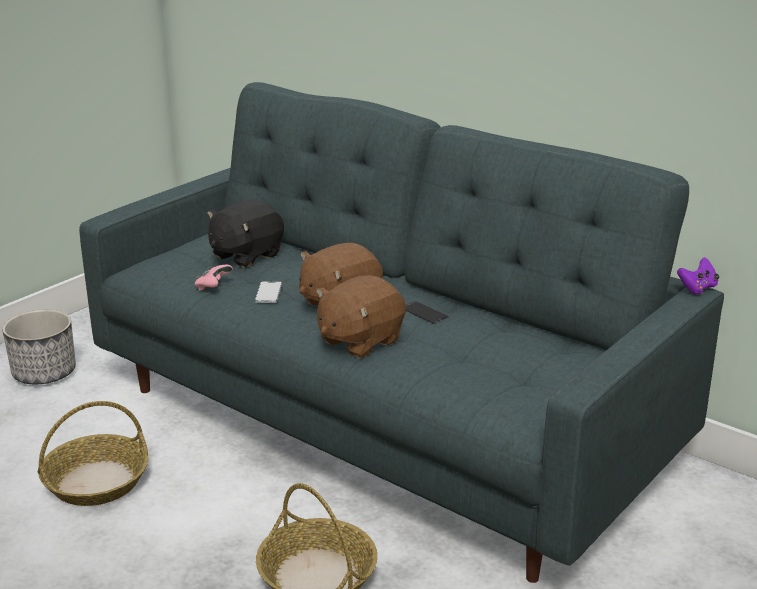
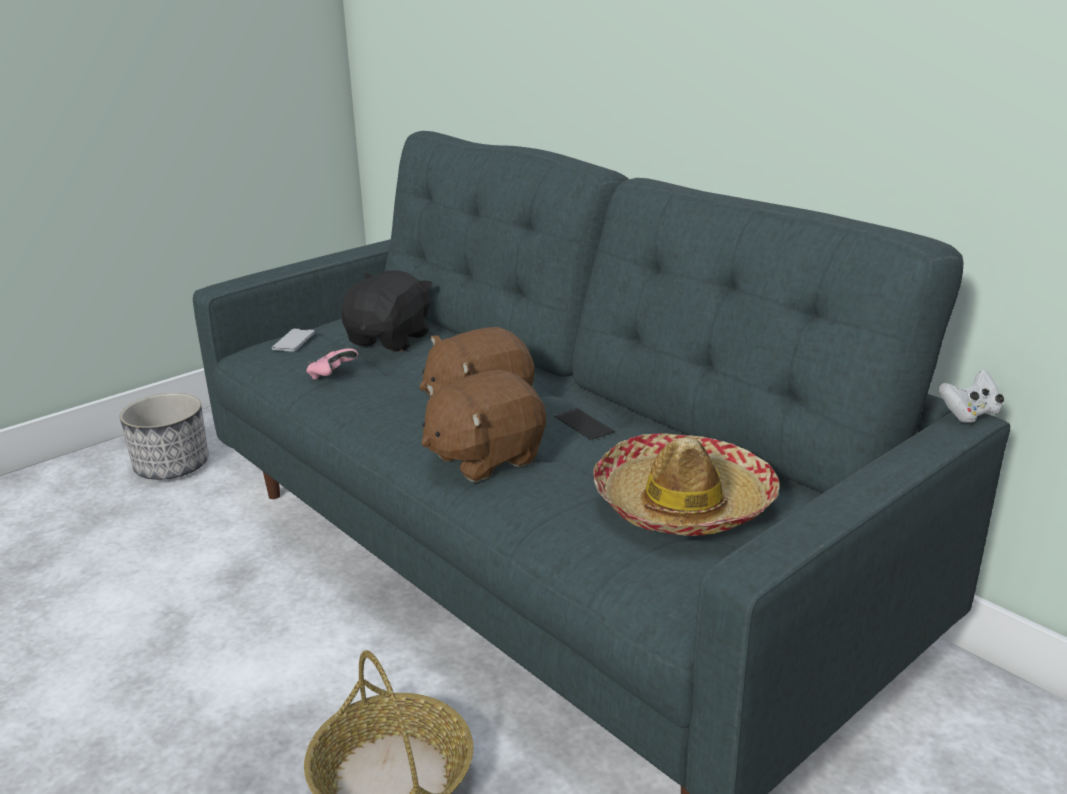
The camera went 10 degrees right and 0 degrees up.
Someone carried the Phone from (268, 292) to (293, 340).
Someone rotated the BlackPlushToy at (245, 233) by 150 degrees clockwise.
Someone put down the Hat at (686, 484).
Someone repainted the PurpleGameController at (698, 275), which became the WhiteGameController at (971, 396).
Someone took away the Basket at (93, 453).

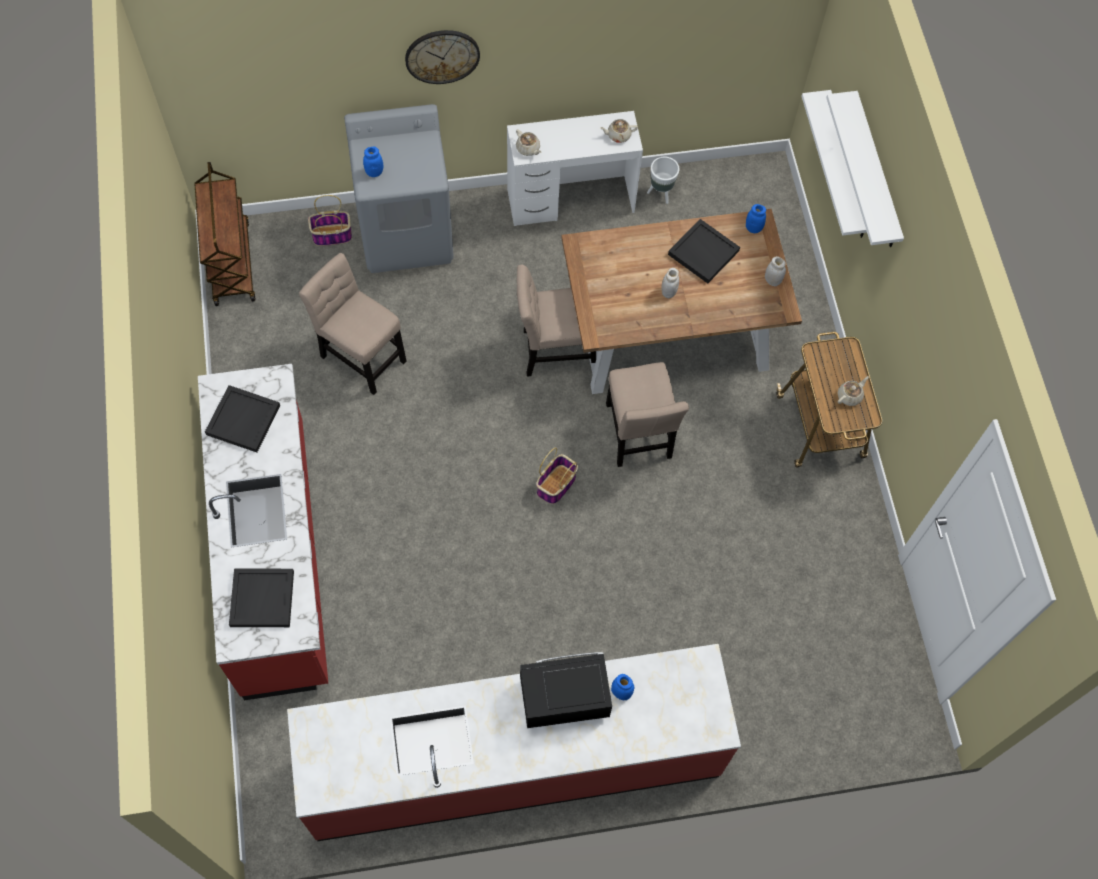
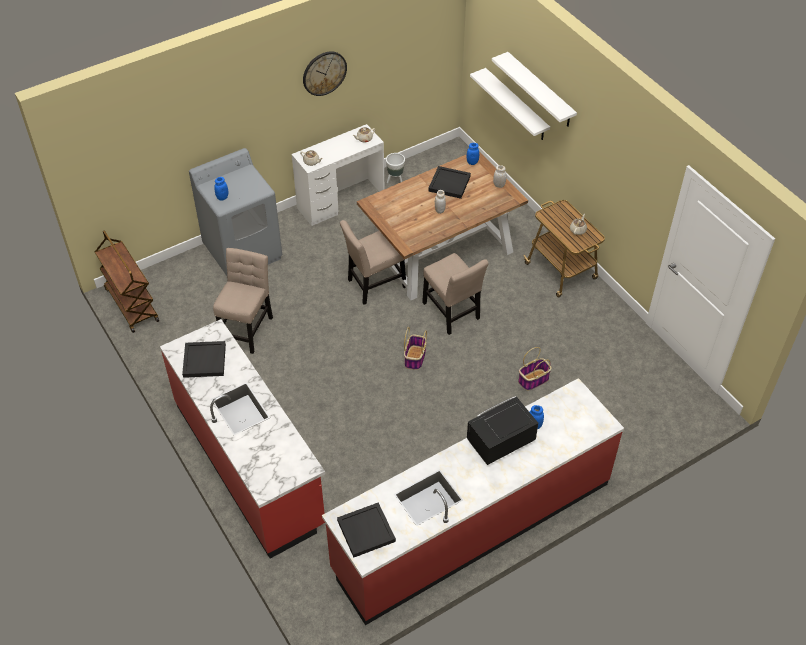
The camera went 20 degrees left and 15 degrees down.
Someone rotated the BeigeChair at (352, 324) by 90 degrees clockwise.
Someone carried the WallClock from (442, 57) to (325, 73).
Someone carried the BlackTray from (261, 597) to (366, 530).
Someone carried the Basket from (330, 220) to (535, 368).

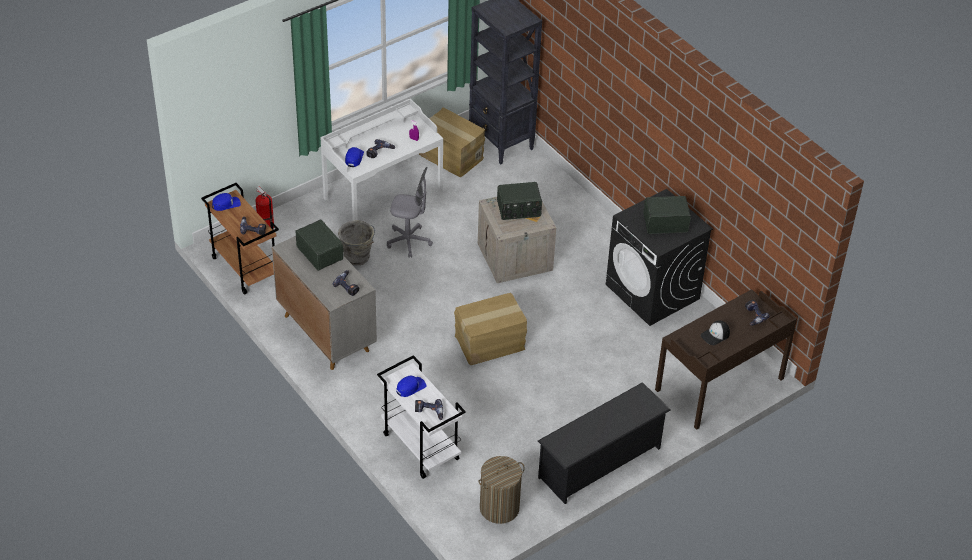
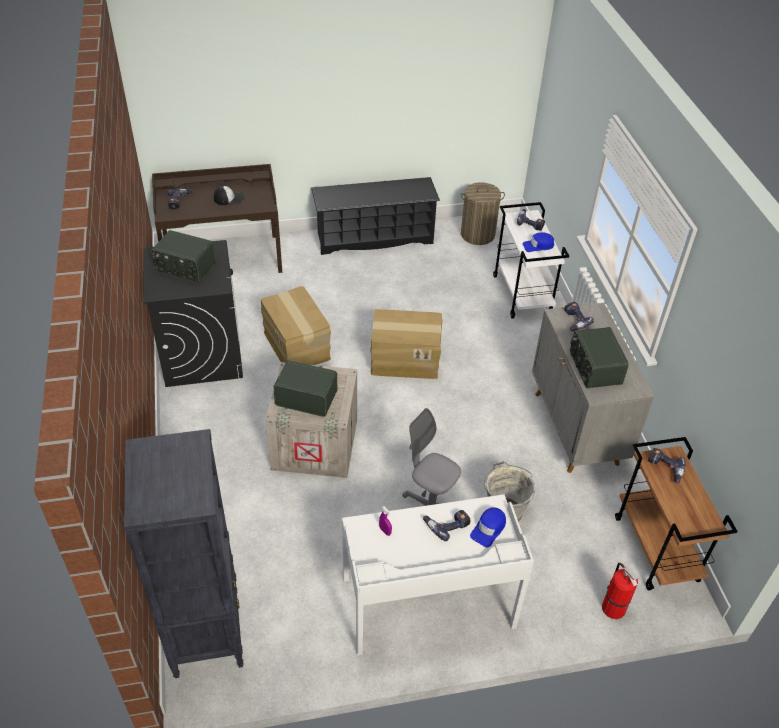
The camera went 155 degrees left and 0 degrees up.
Someone carried the CardboardBox from (452, 142) to (296, 325).
Someone took away the BlueCap at (226, 202).

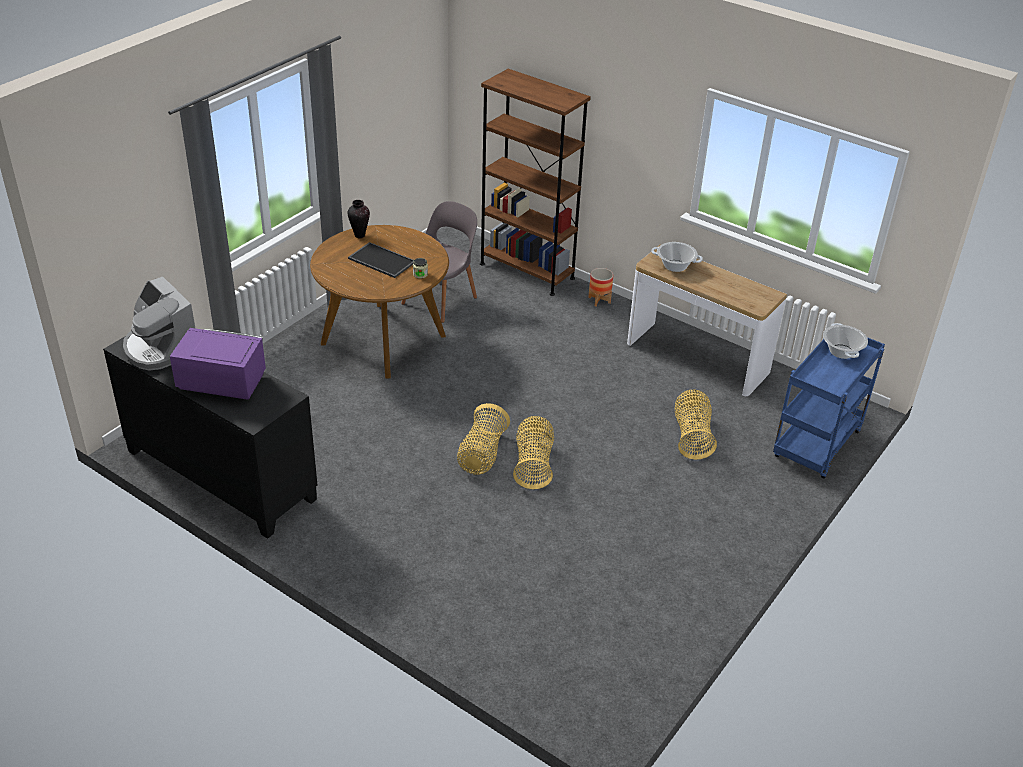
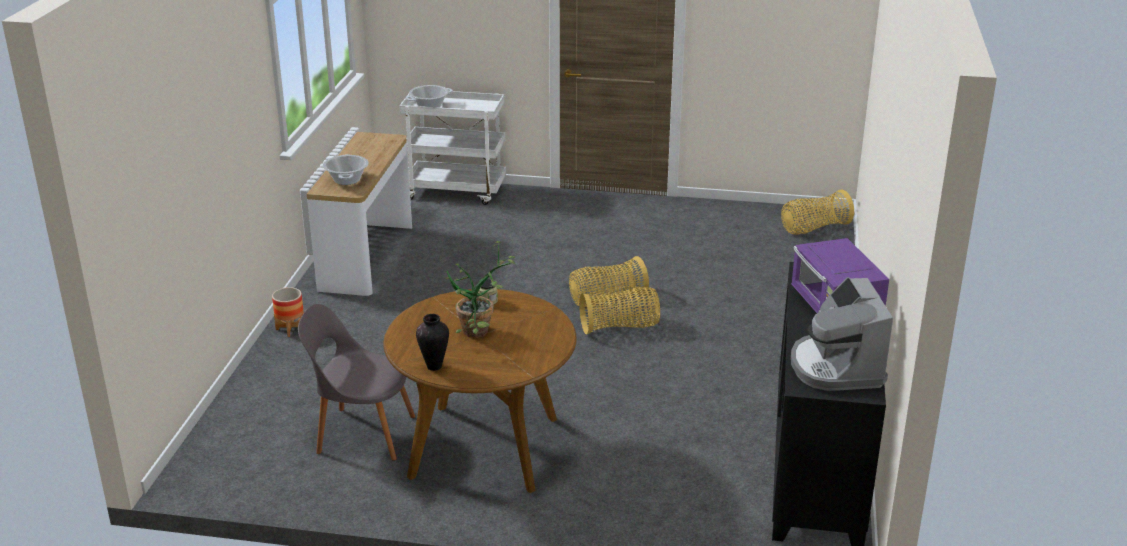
The camera went 115 degrees left and 10 degrees down.
Someone repainted the BlueCart at (829, 408), which became the WhiteCart at (452, 148).
Someone swapped the Tray at (381, 260) for the PottedPlant at (480, 289).
Someone carried the Basket from (696, 425) to (817, 212).
Someone rotated the CoffeeMachine at (159, 324) by 150 degrees clockwise.
Someone took away the BrownBookcase at (535, 182).

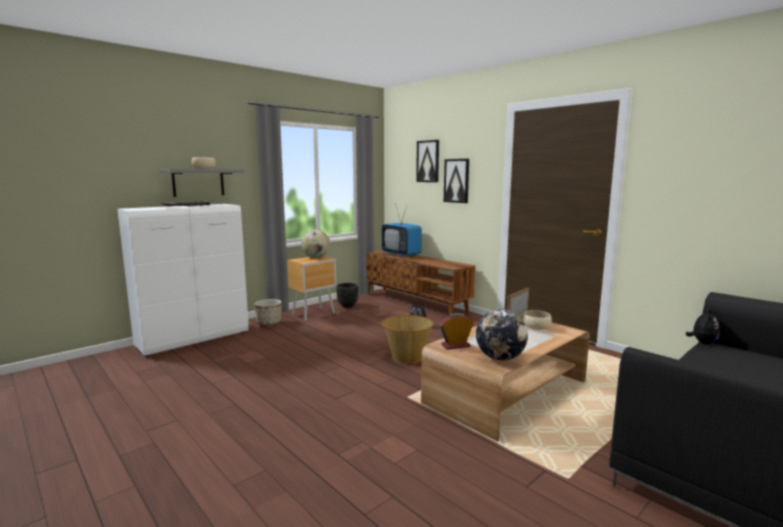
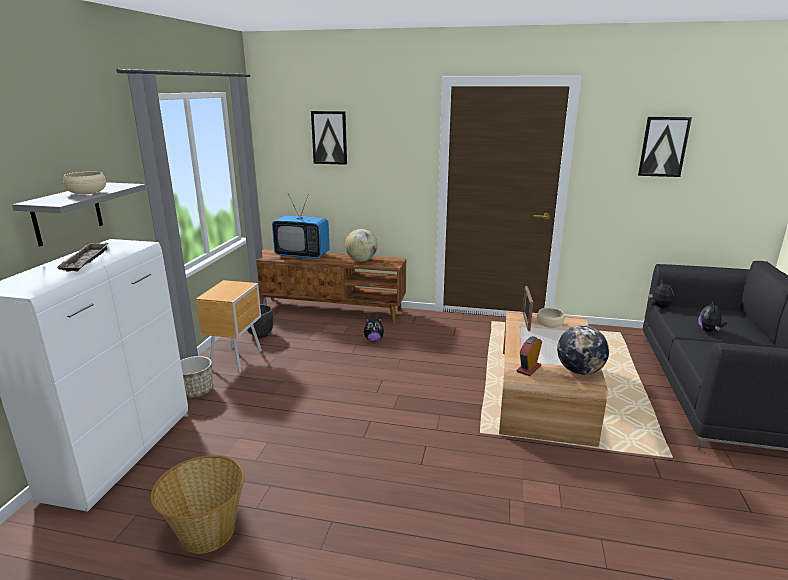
The camera went 35 degrees left and 10 degrees up.
Someone carried the Basket from (408, 339) to (197, 504).
Someone carried the Globe from (315, 244) to (361, 245).
Someone carried the Picture from (456, 181) to (665, 147).
Someone put down the PlushToy at (712, 316).

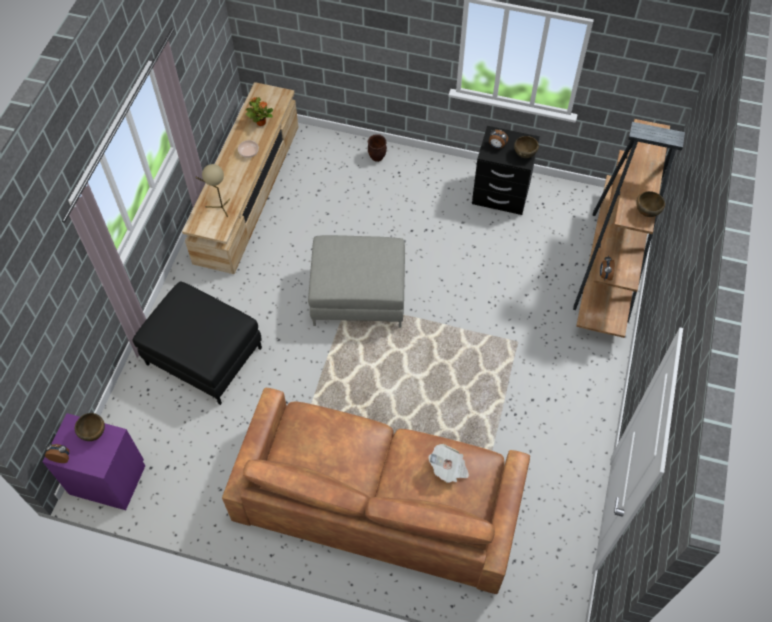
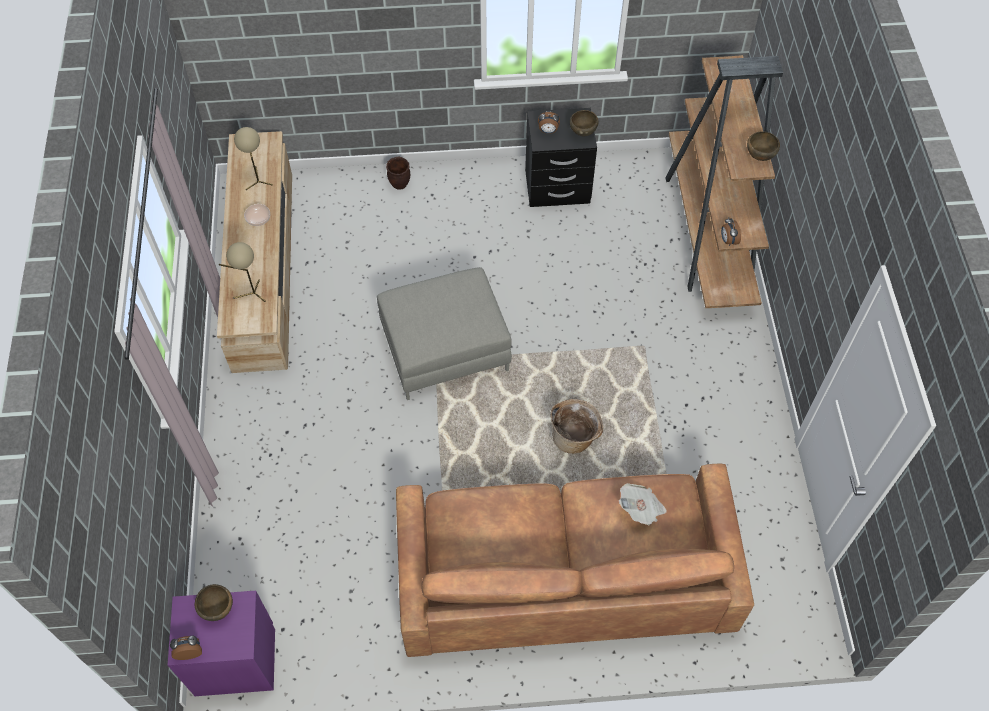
The camera went 20 degrees left and 0 degrees up.
Someone swapped the PottedPlant at (259, 111) for the BeigeTableLamp at (253, 158).
Someone put down the Basket at (576, 426).
Someone took away the BlackOttoman at (197, 343).

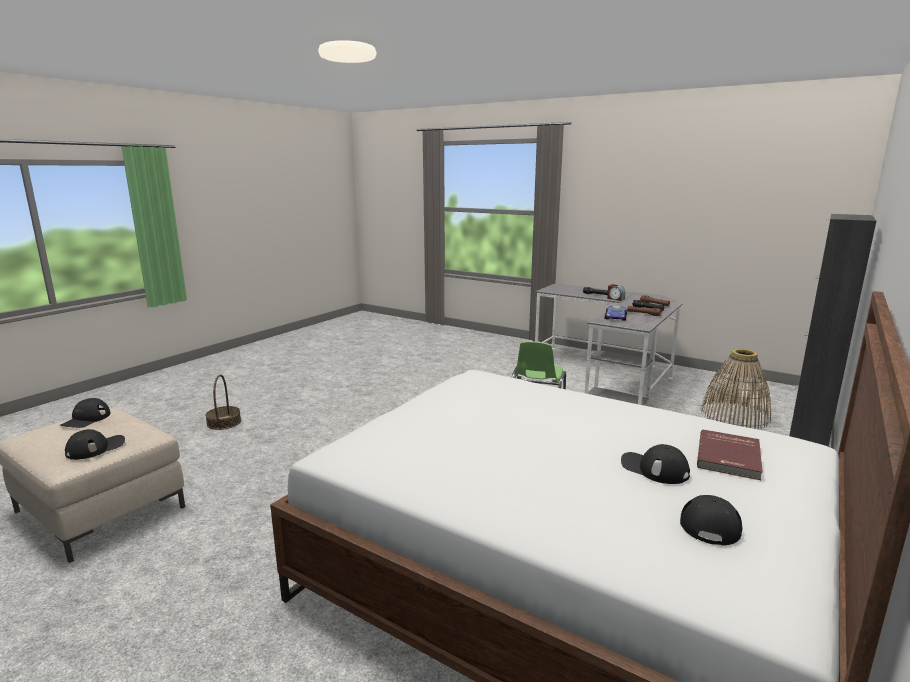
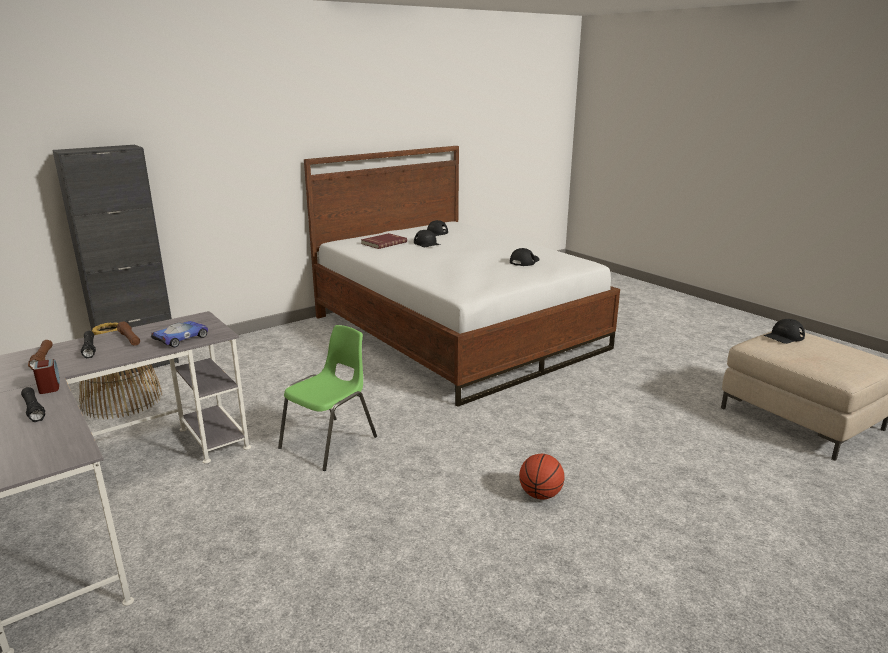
The camera went 160 degrees left and 5 degrees up.
Someone carried the BlackCap from (85, 413) to (525, 257).
Someone put down the Basketball at (542, 477).
Someone took away the Basket at (223, 402).

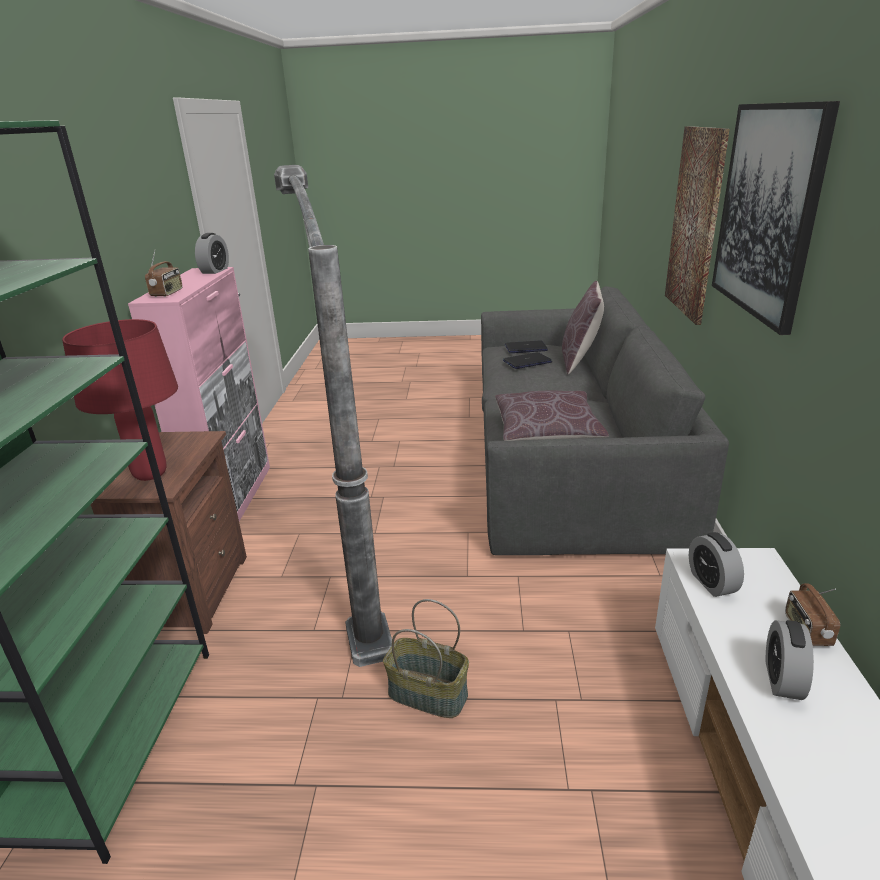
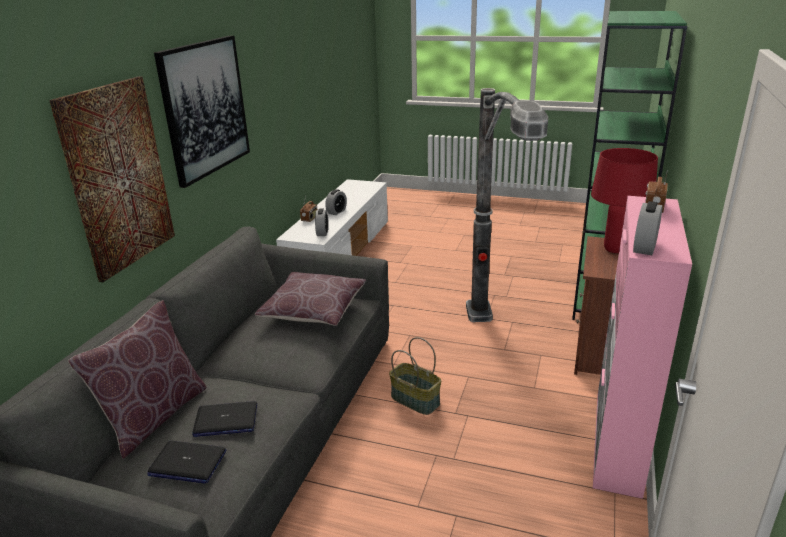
The camera went 165 degrees left and 0 degrees up.
Someone carried the Basket from (426, 658) to (415, 376).

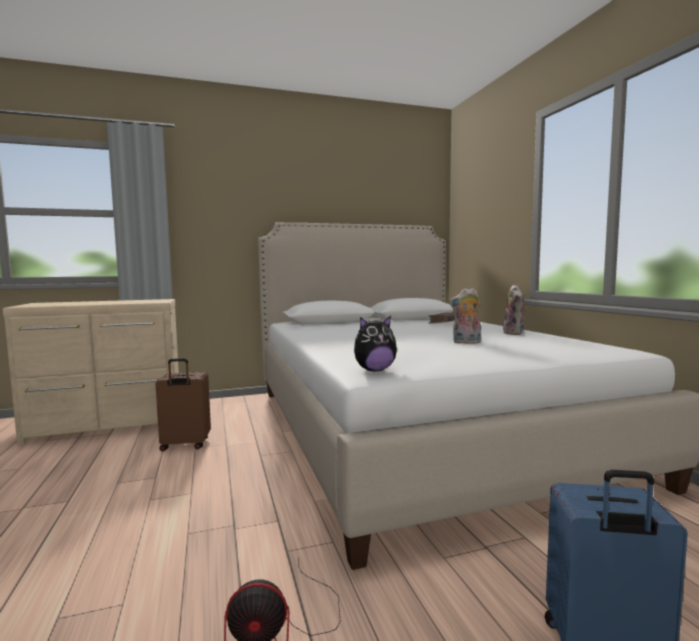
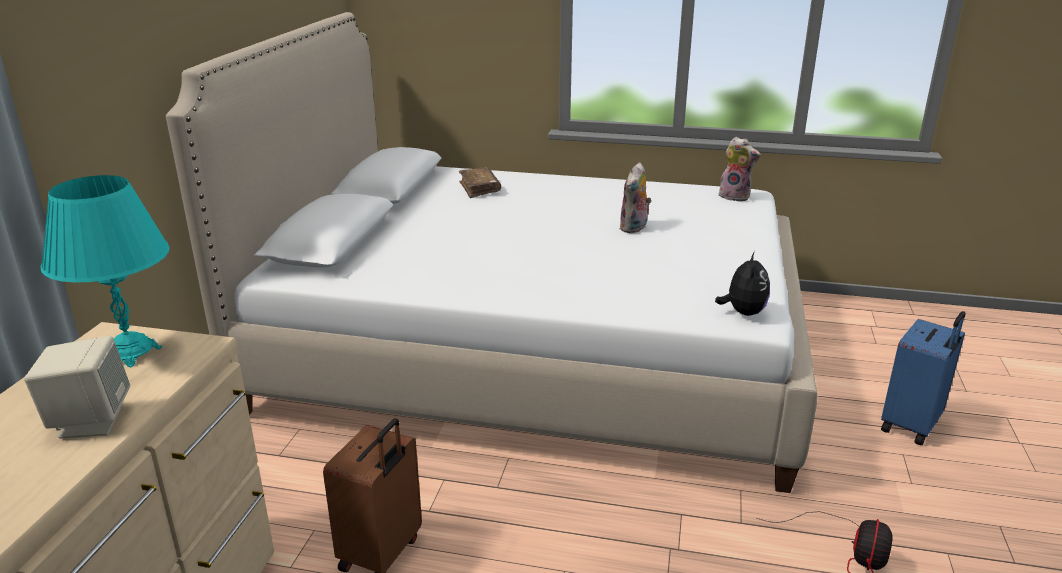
The camera went 60 degrees left and 20 degrees up.
Someone put down the BeigeSpeaker at (77, 387).
Someone put down the TurquoiseTableLamp at (105, 271).
Someone carried the PlushToy from (515, 310) to (739, 169).

